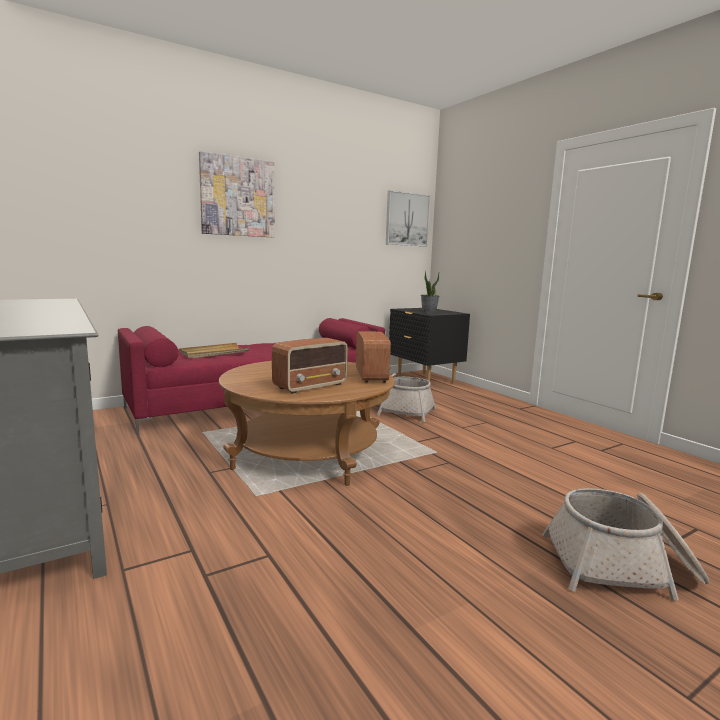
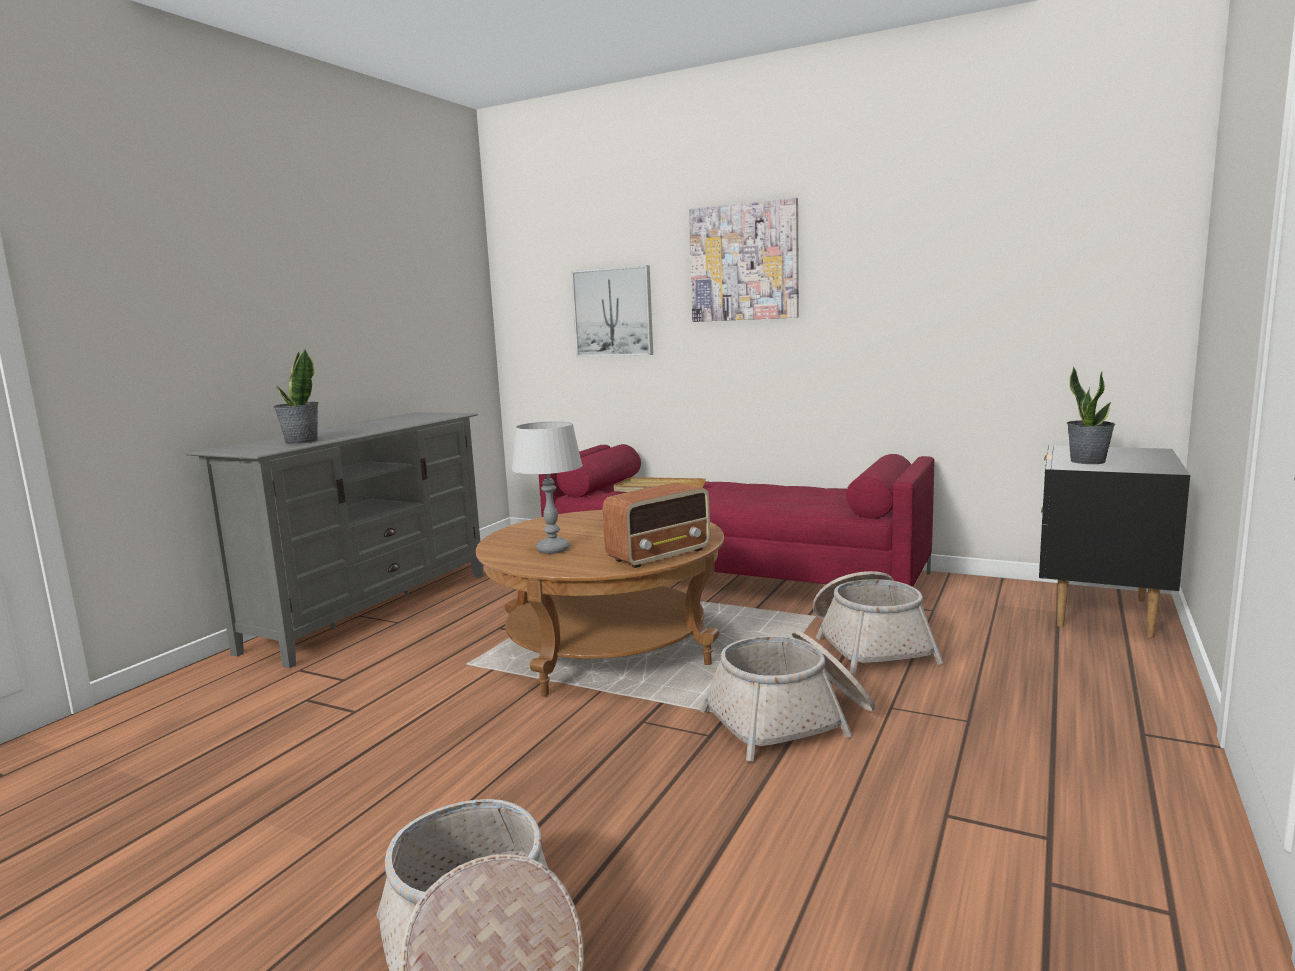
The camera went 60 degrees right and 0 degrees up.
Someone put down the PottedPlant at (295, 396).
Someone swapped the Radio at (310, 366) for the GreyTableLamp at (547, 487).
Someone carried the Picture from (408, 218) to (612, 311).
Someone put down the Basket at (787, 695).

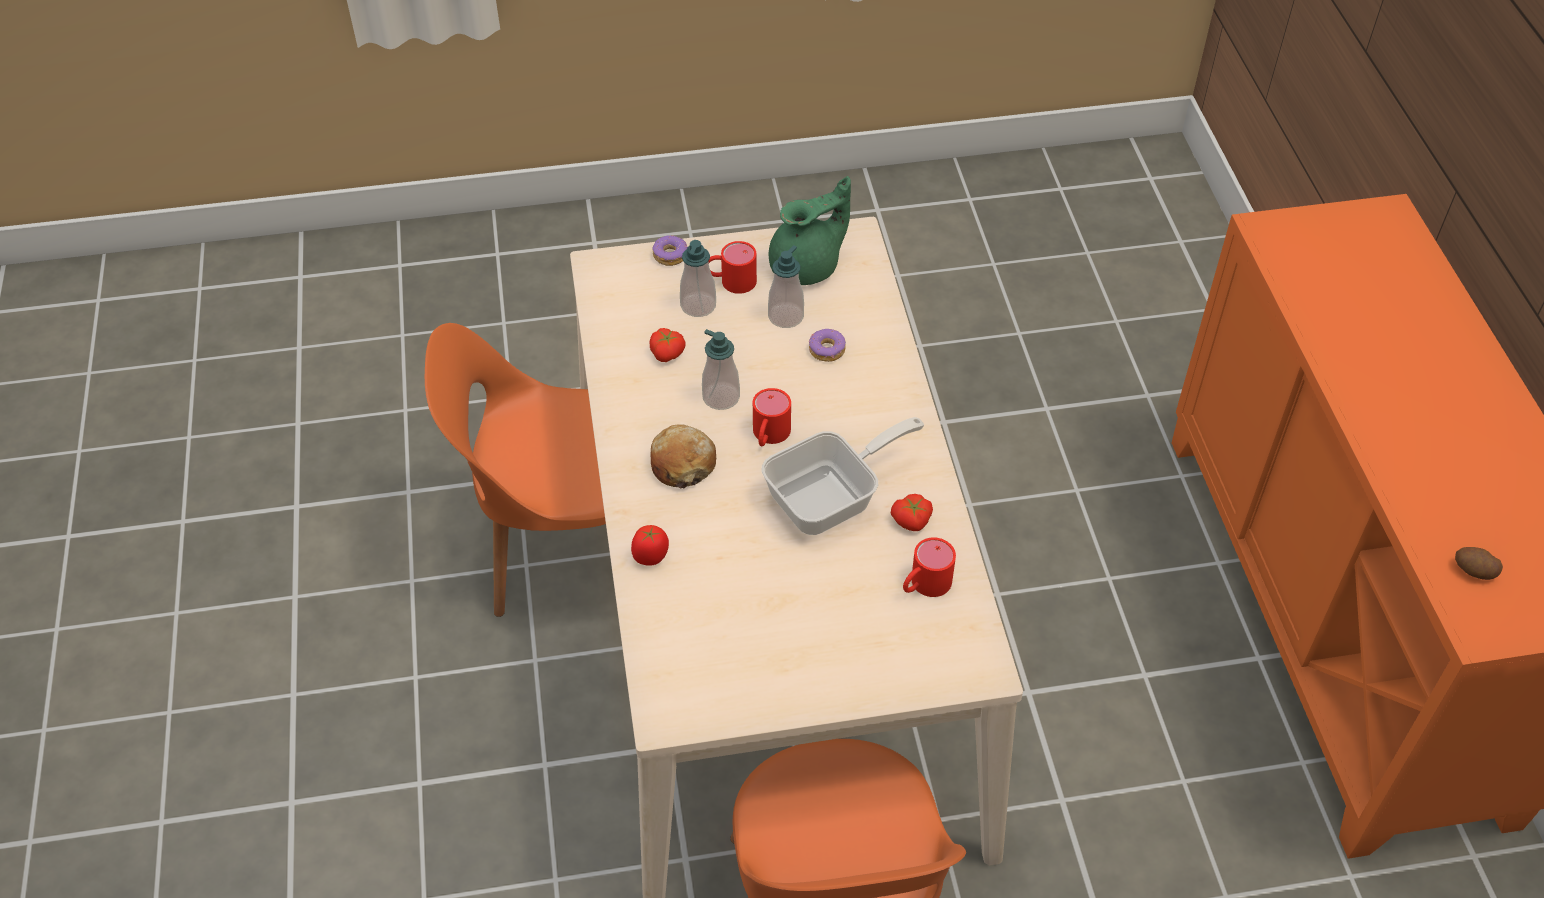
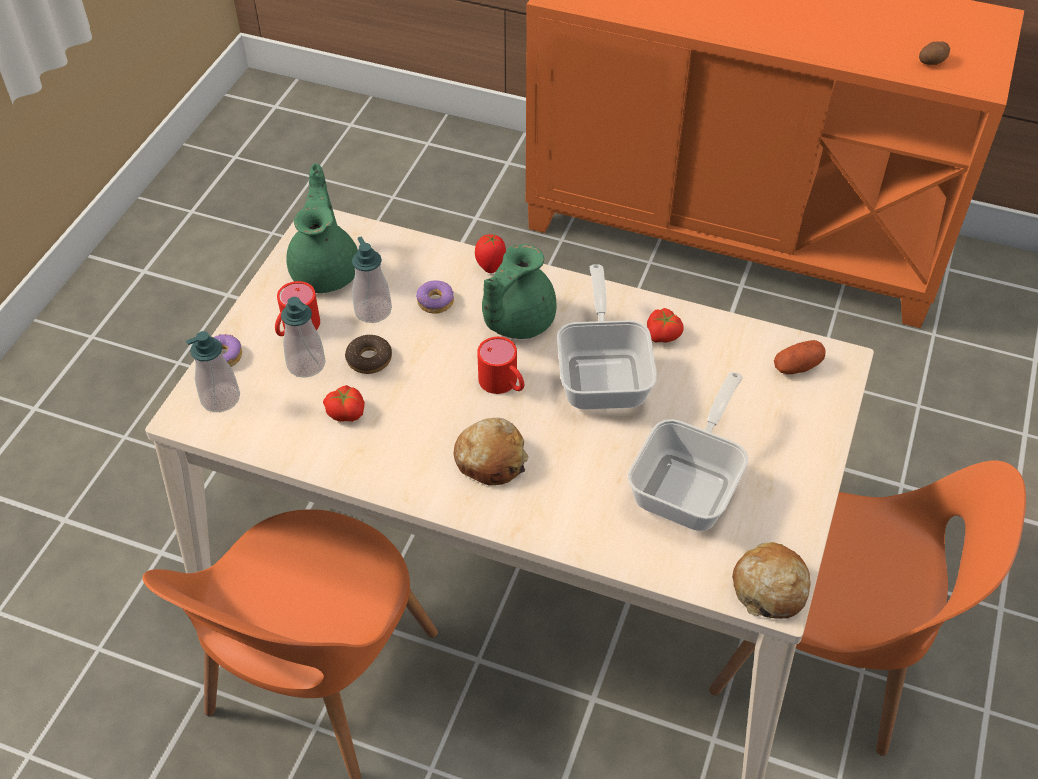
The camera went 60 degrees left and 0 degrees up.
Someone carried the SoapDispenser from (721, 369) to (213, 371).
Someone put down the Donut at (368, 354).
Someone carried the Tomato from (650, 545) to (490, 253).
Someone put down the GreenTeapot at (519, 291).
Someone put down the FryingPan at (688, 451).
Someone put down the Bread at (771, 580).
Someone put down the Potato at (800, 357).
Someone took away the RedMug at (929, 567).

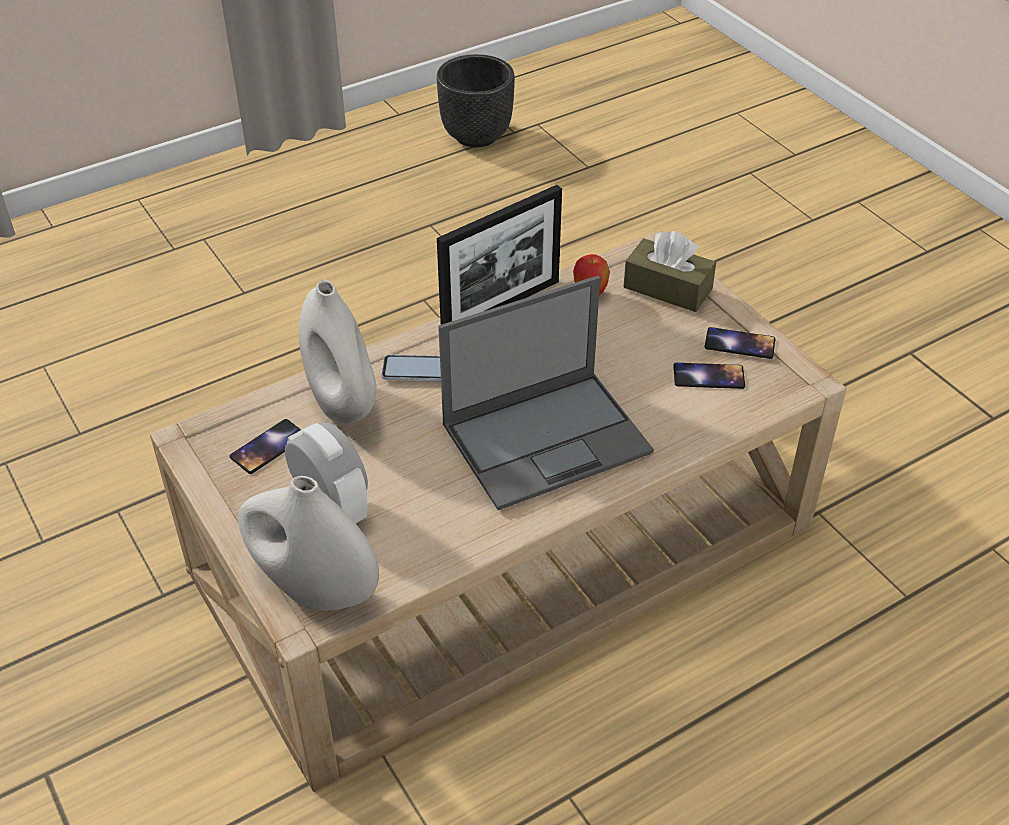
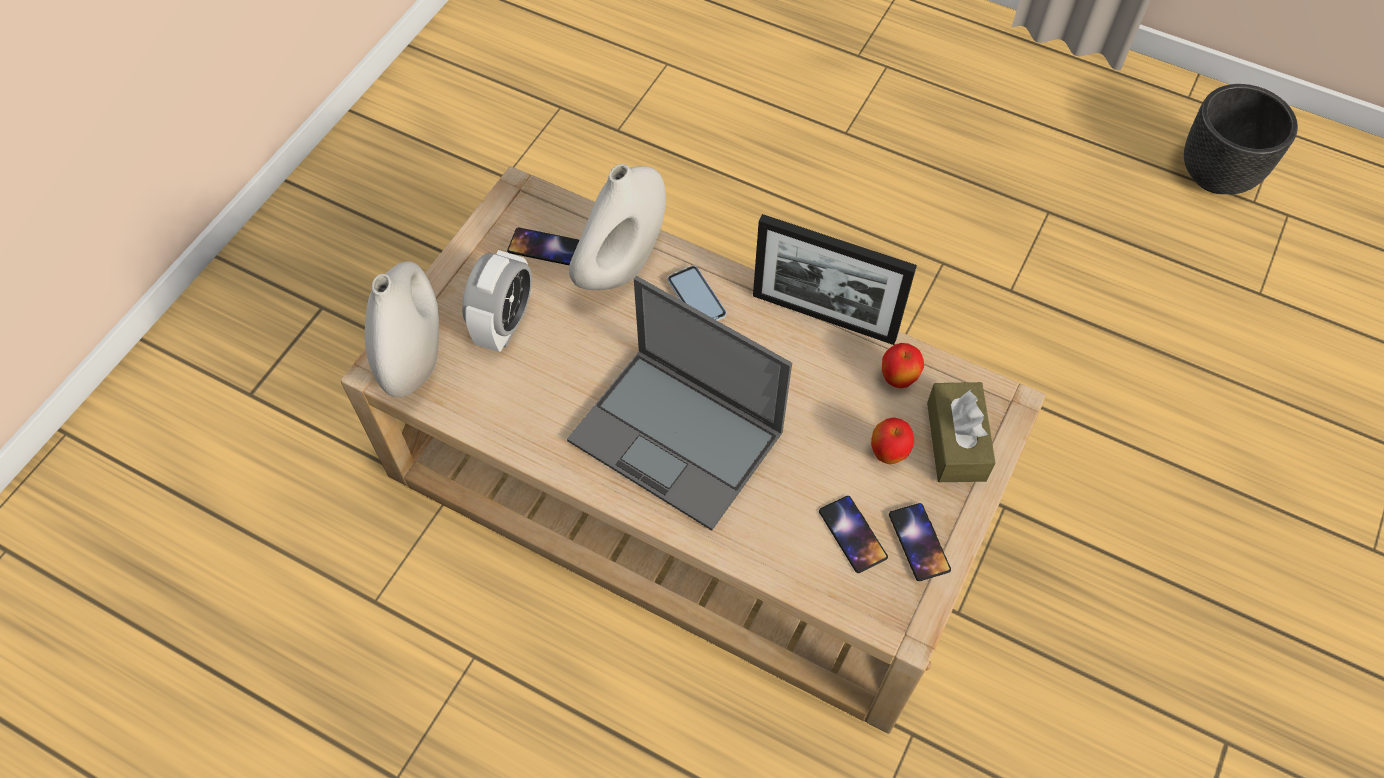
The camera went 60 degrees right and 15 degrees up.
Someone put down the Apple at (892, 440).

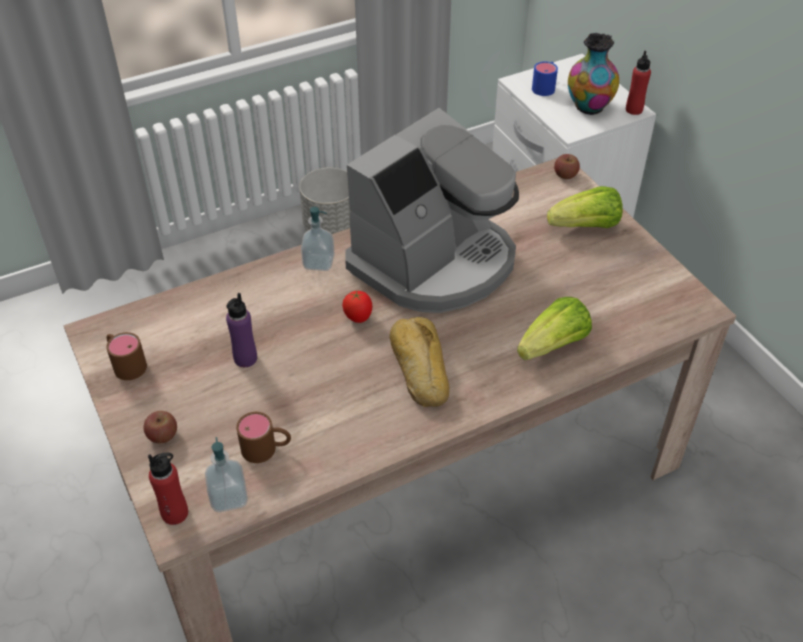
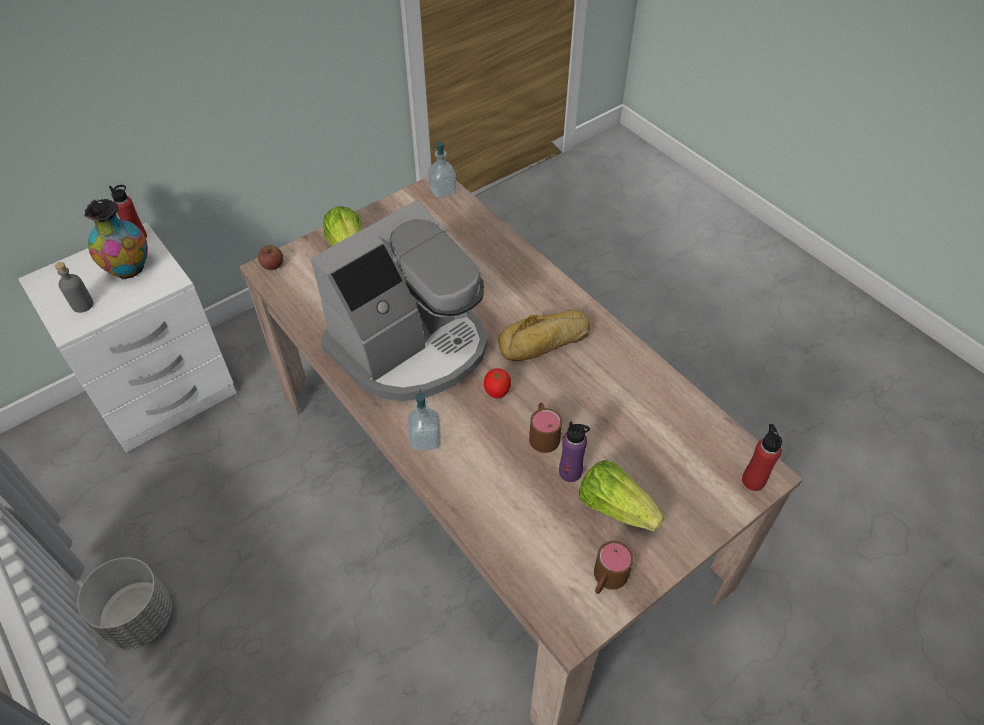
The camera went 100 degrees left and 5 degrees up.
Someone swapped the BlueMug at (545, 79) for the GreyBottle at (74, 287).
Someone rotated the CoffeeMachine at (432, 210) by 105 degrees clockwise.
Someone carried the SoapDispenser from (226, 474) to (442, 170).
Someone carried the BrownMug from (263, 437) to (545, 428).
Someone carried the Lettuce from (554, 328) to (622, 495).
Someone took away the Apple at (160, 427).

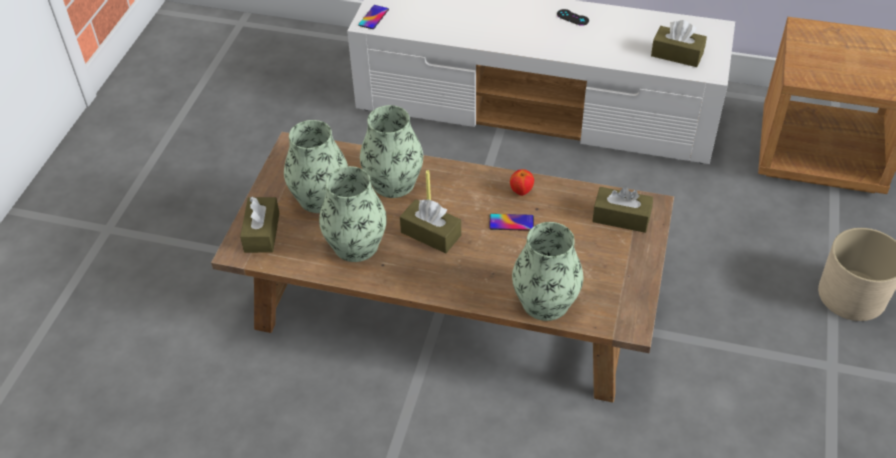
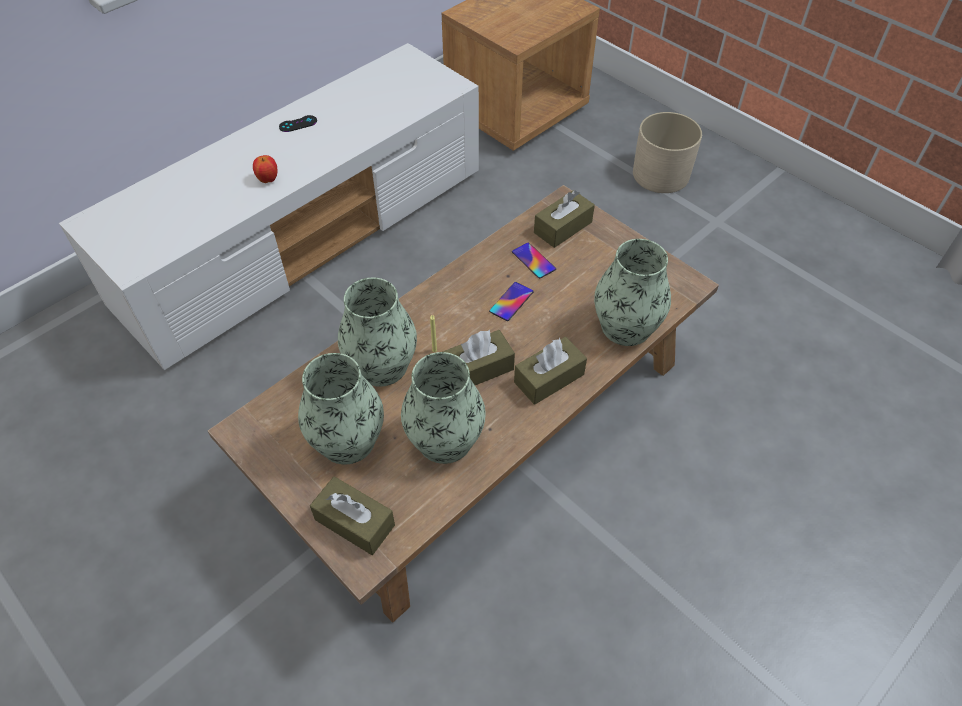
The camera went 60 degrees left and 5 degrees up.
Someone carried the Apple from (522, 182) to (265, 169).
Someone carried the Phone from (373, 17) to (534, 261).
Someone carried the BrownTissueBox from (679, 43) to (550, 371).

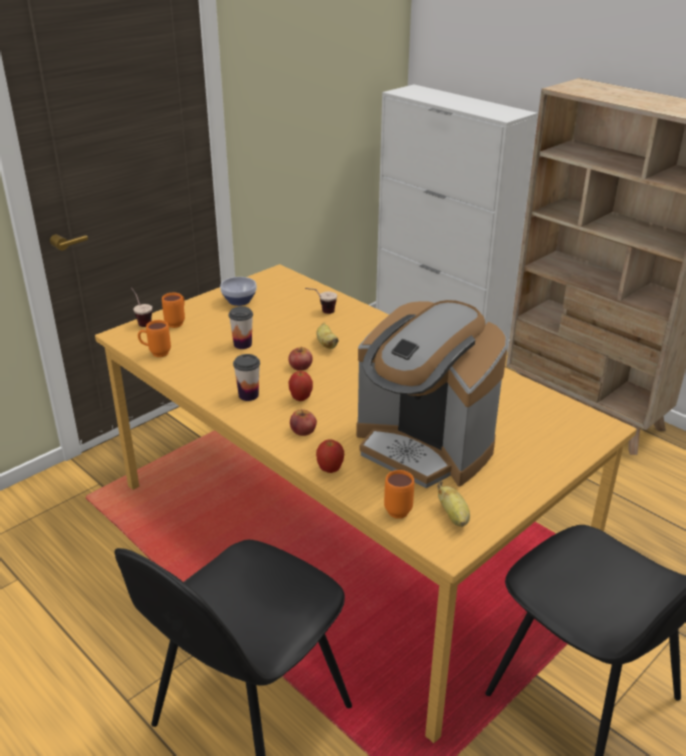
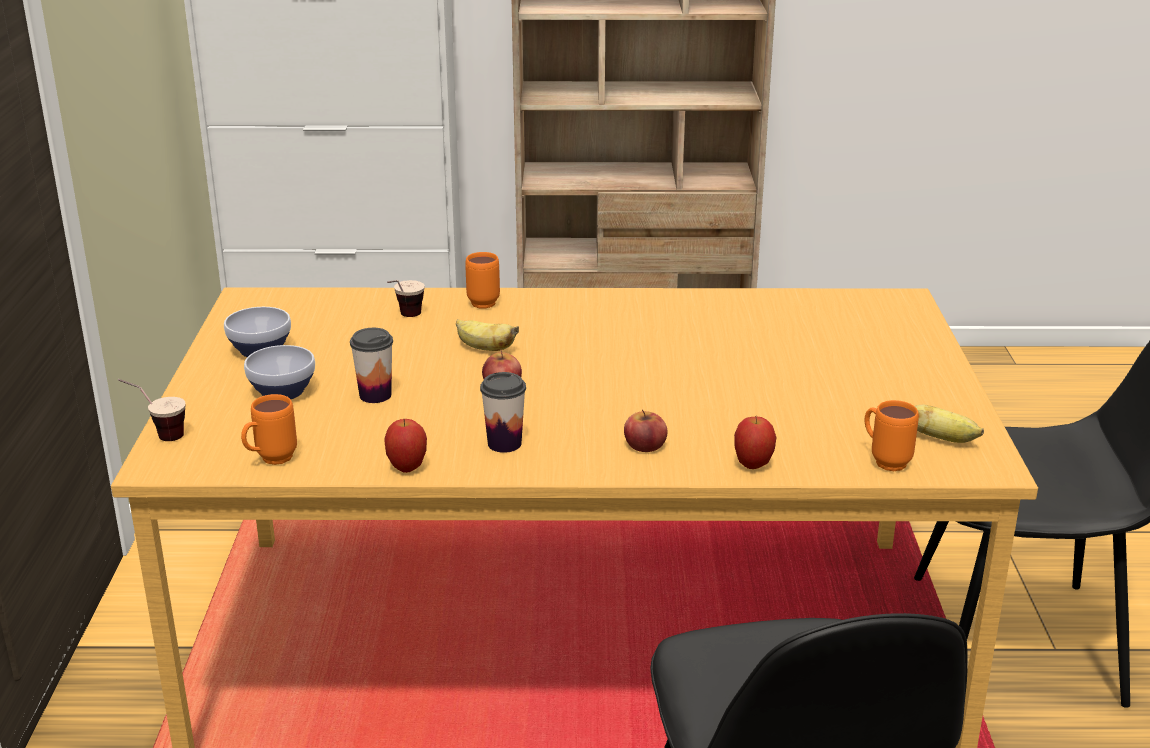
The camera went 45 degrees left and 5 degrees down.
Someone put down the Bowl at (279, 372).
Someone carried the Apple from (300, 386) to (405, 446).
Someone carried the OrangeMug from (173, 310) to (482, 280).
Someone took away the CoffeeMachine at (432, 394).

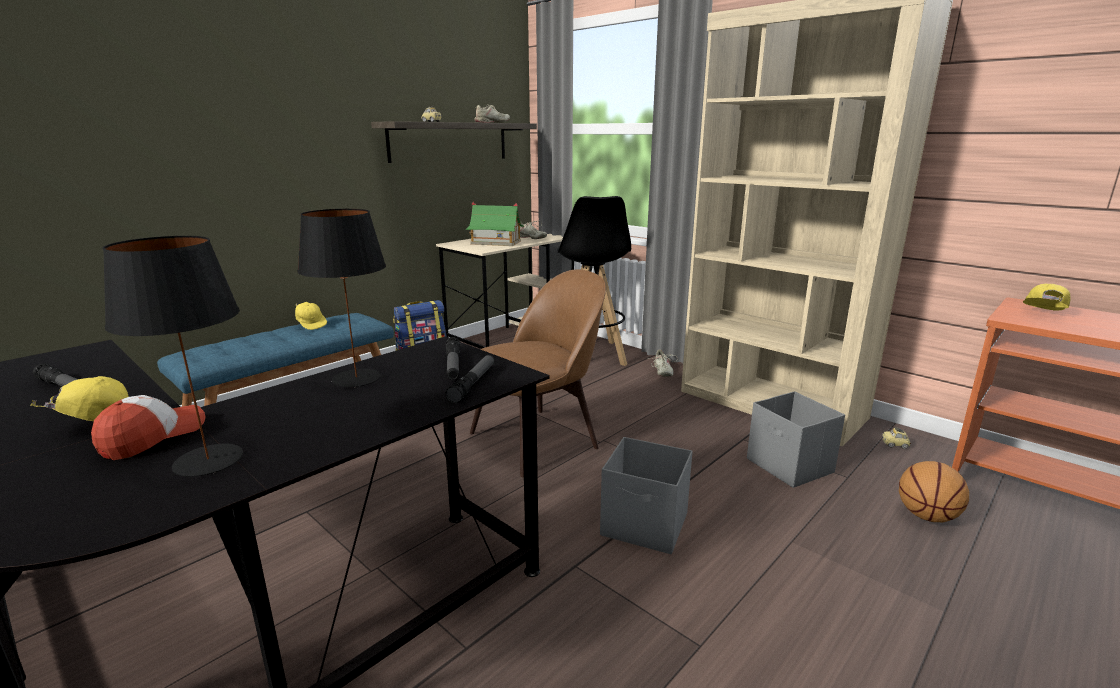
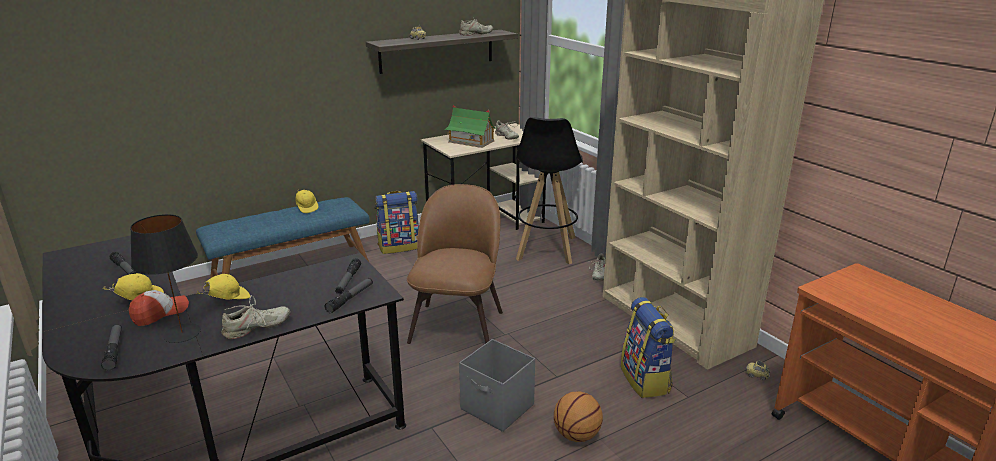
The camera went 15 degrees right and 5 degrees up.
Someone put down the Flashlight at (111, 347).
Someone carried the YellowCap from (1047, 297) to (223, 287).
Someone put down the BeigeShoe at (256, 317).
Someone rotated the BrownChair at (538, 373) by 60 degrees counterclockwise.
Someone carried the Basketball from (934, 491) to (578, 416).
Someone swapped the GreyStorageBox at (796, 439) for the Backpack at (648, 347).
Someone took away the BlackTableLamp at (341, 298).

